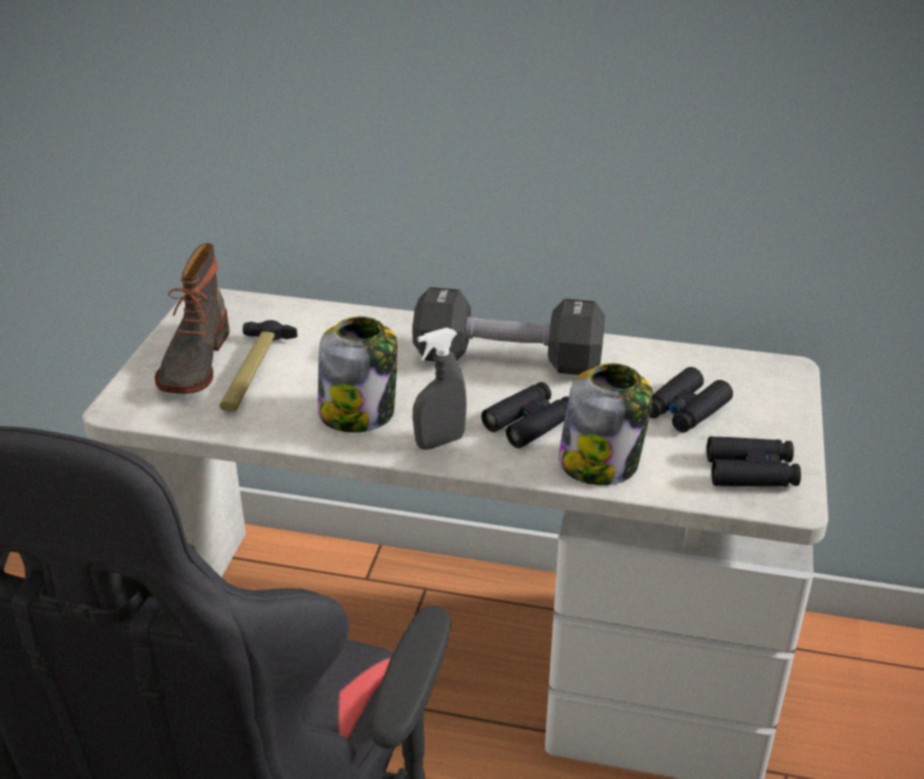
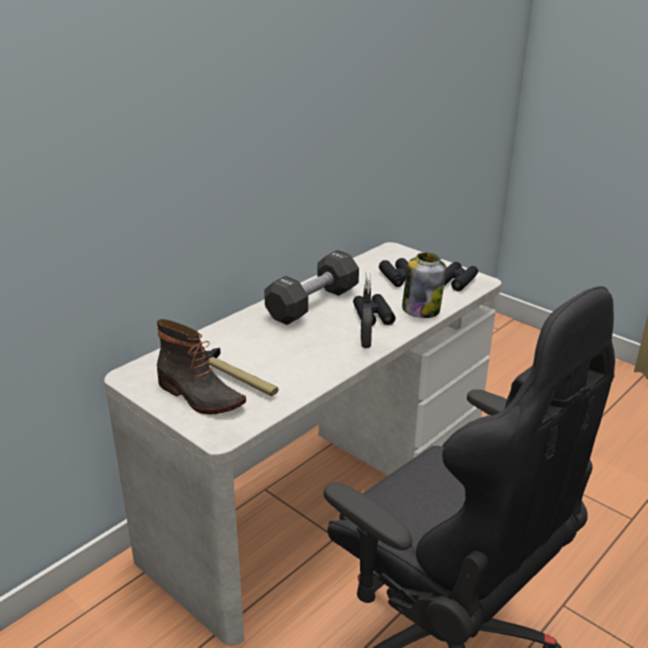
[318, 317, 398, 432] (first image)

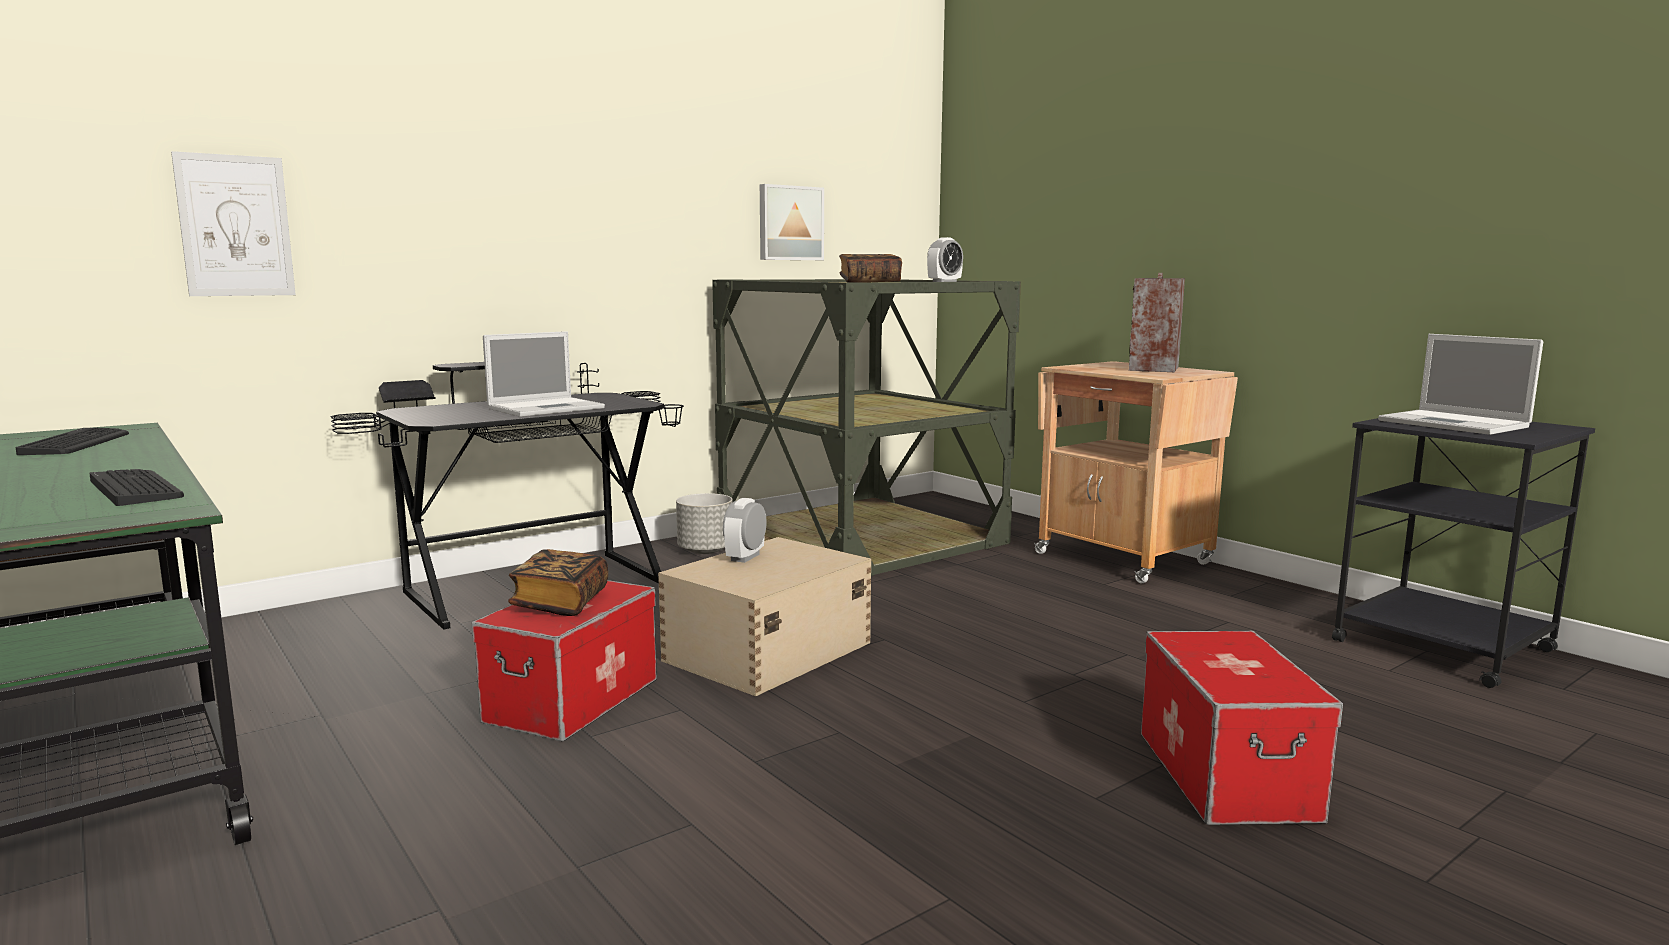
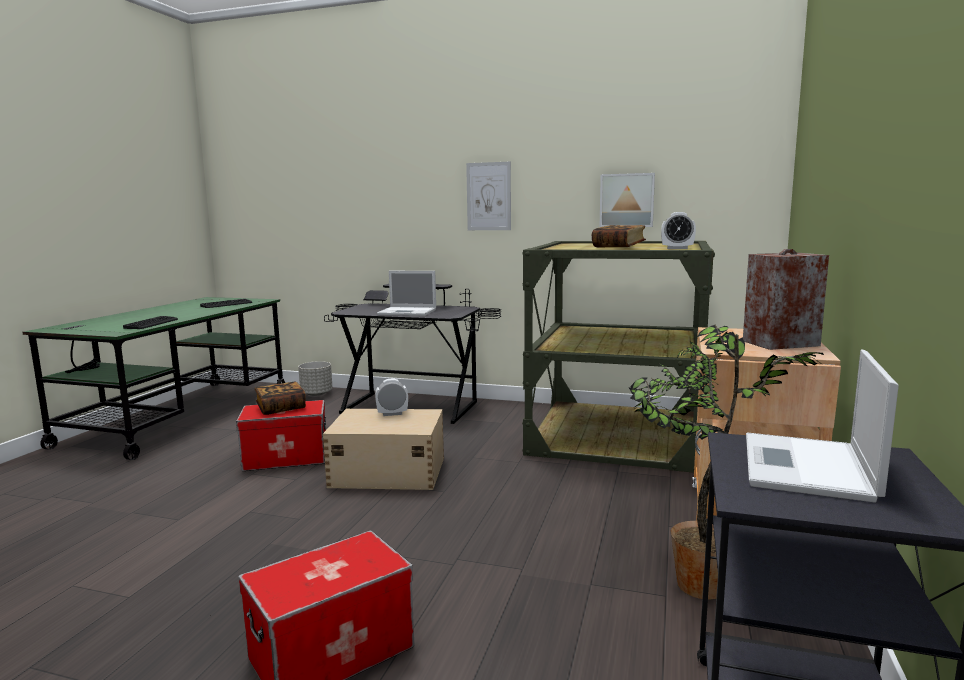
[466, 162, 511, 230]
[298, 361, 333, 396]
[628, 325, 824, 600]

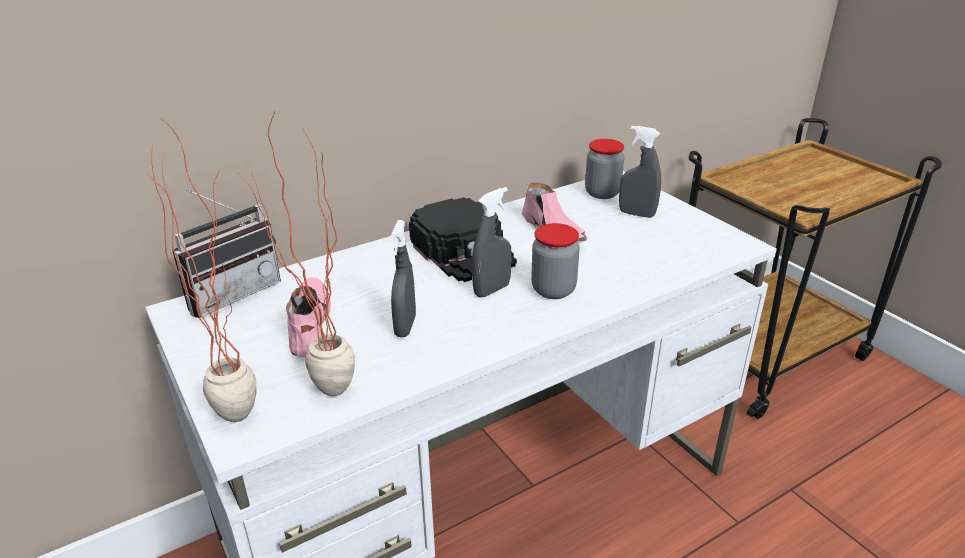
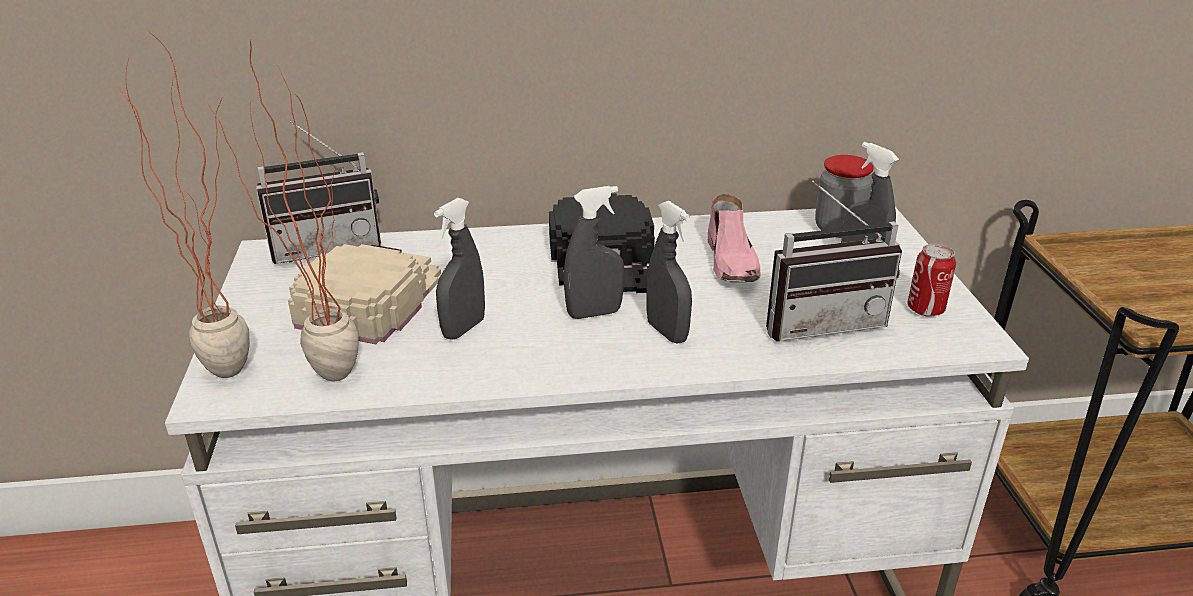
[647, 201, 692, 344]
[288, 244, 441, 344]
[766, 180, 902, 342]
[907, 244, 956, 317]

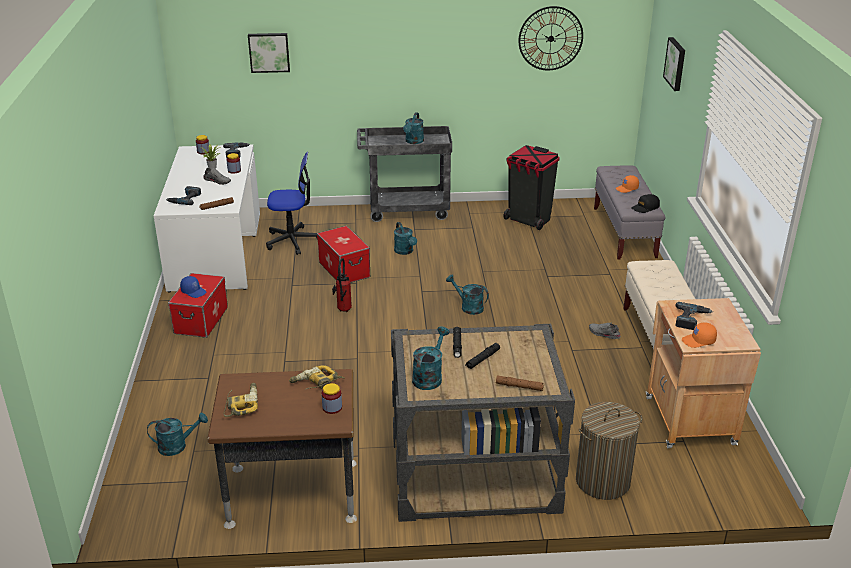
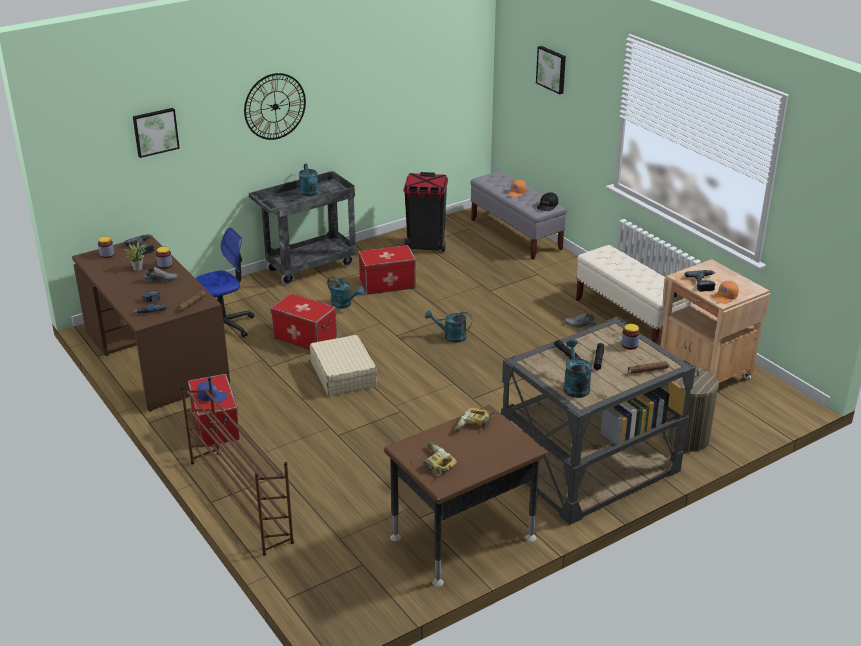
[244, 73, 306, 140]
[72, 236, 230, 412]
[310, 335, 377, 396]
[622, 324, 640, 350]
[147, 413, 208, 456] (first image)
[358, 245, 416, 295]
[181, 377, 294, 556]

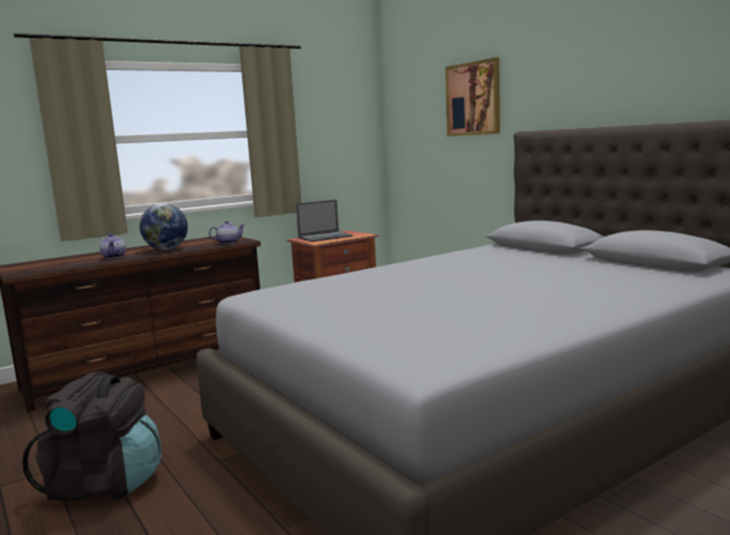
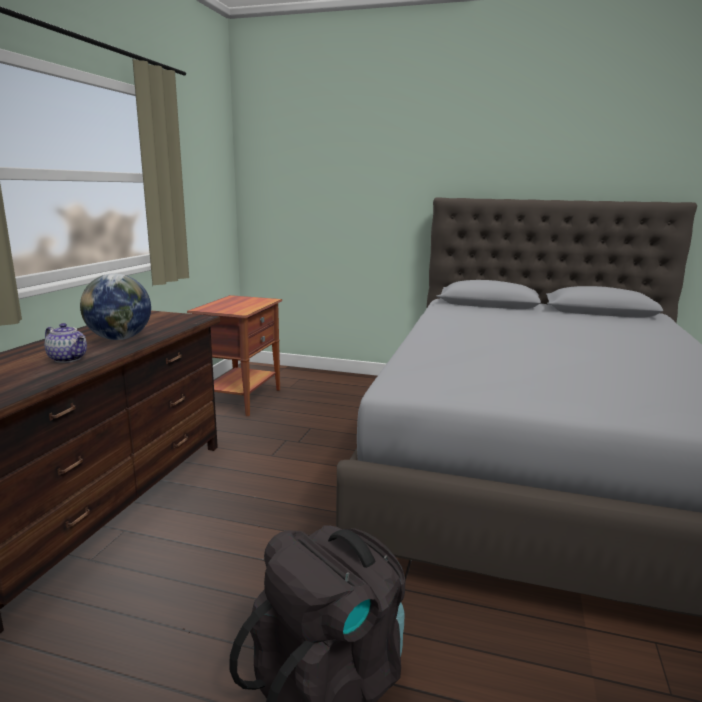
[445, 58, 500, 136] (first image)
[296, 200, 353, 242] (first image)
[209, 221, 245, 244] (first image)

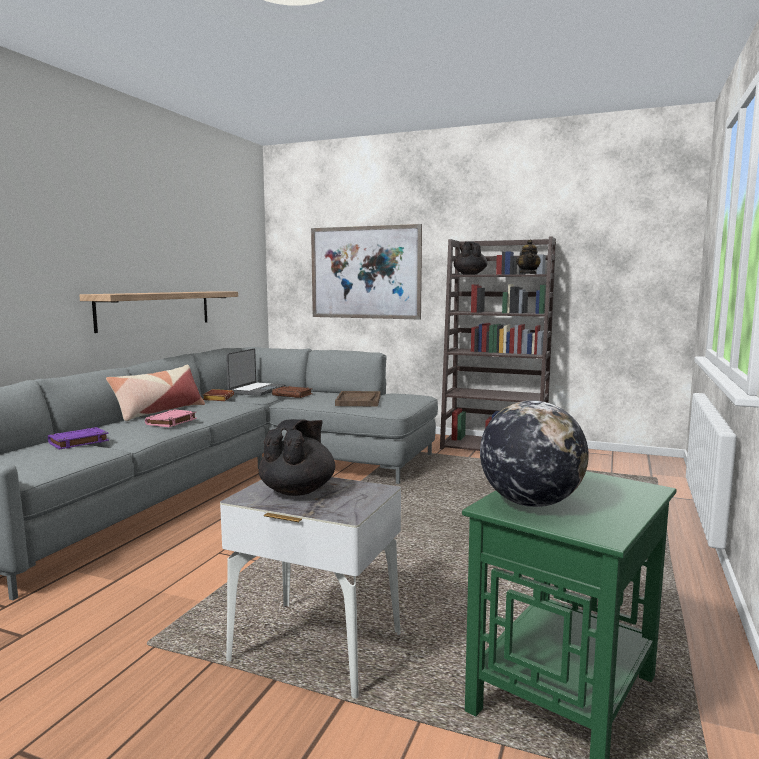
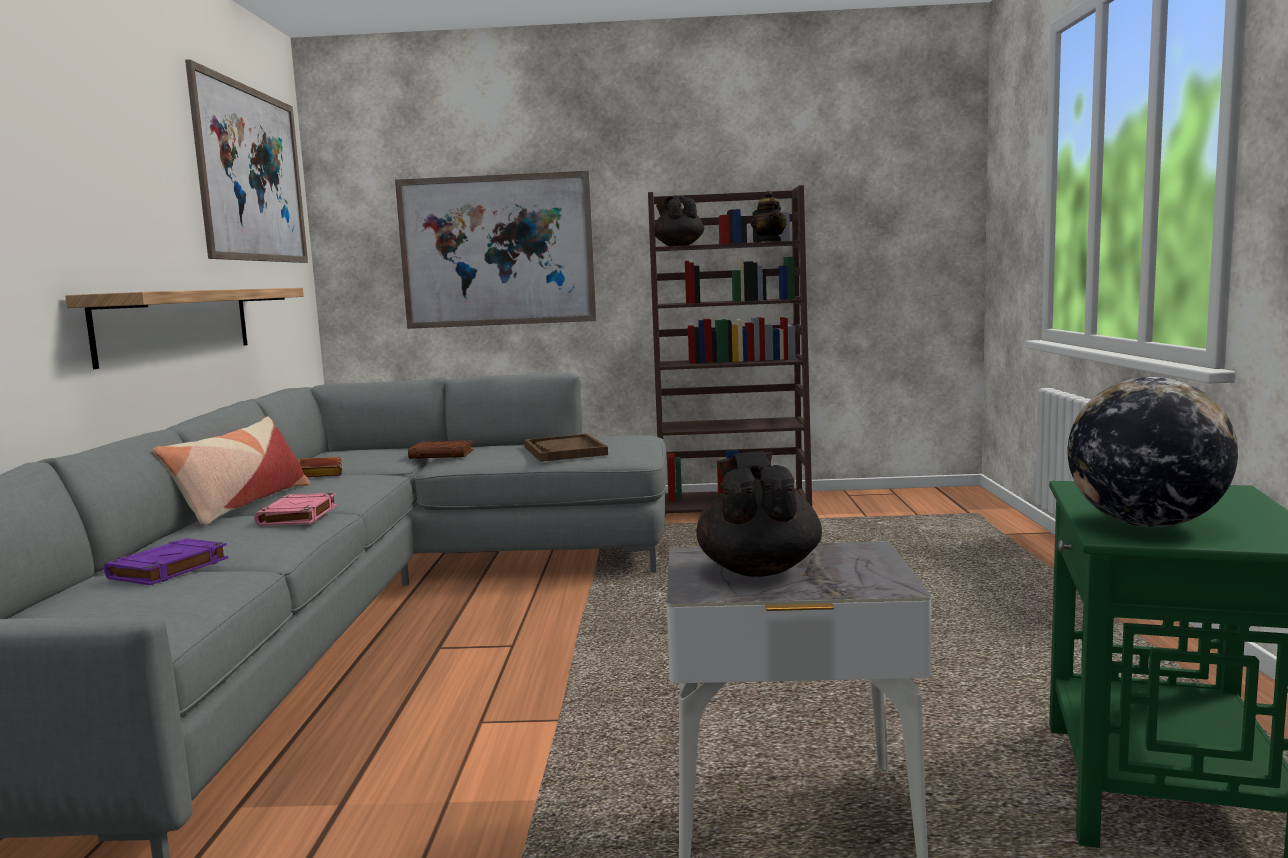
[226, 348, 286, 396] (first image)
[185, 59, 308, 263]

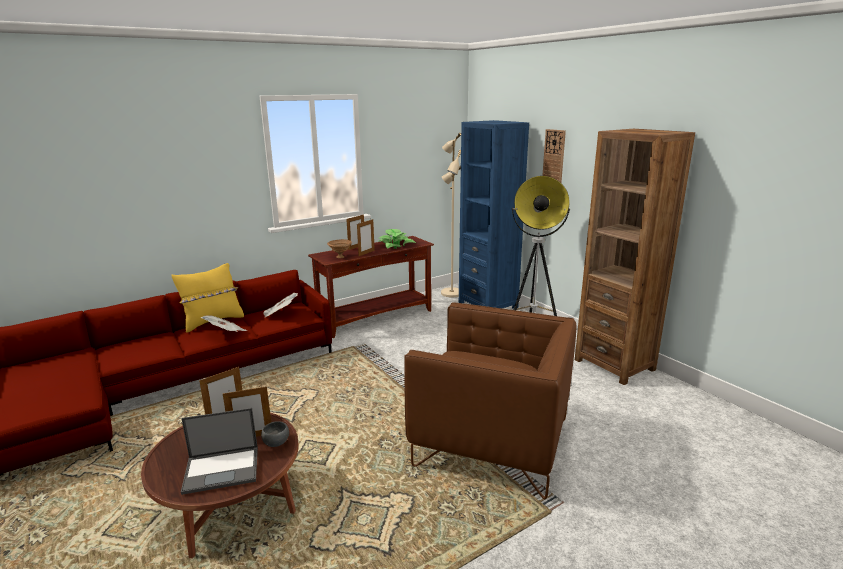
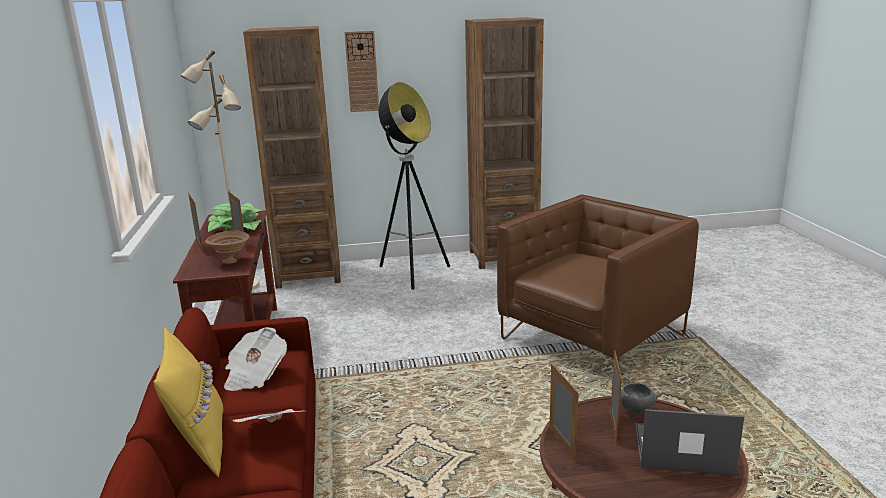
[243, 26, 341, 289]
[635, 409, 744, 475]

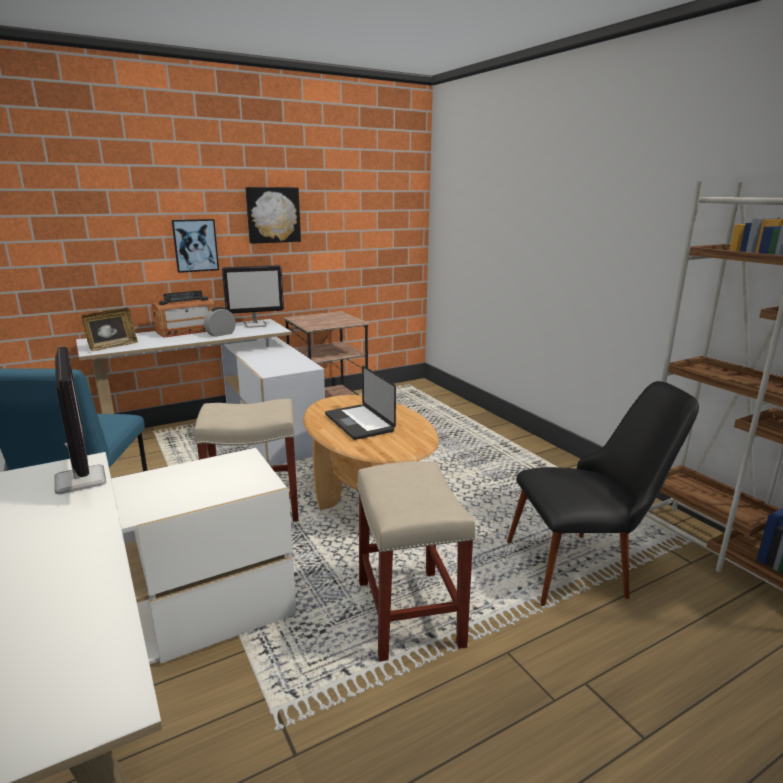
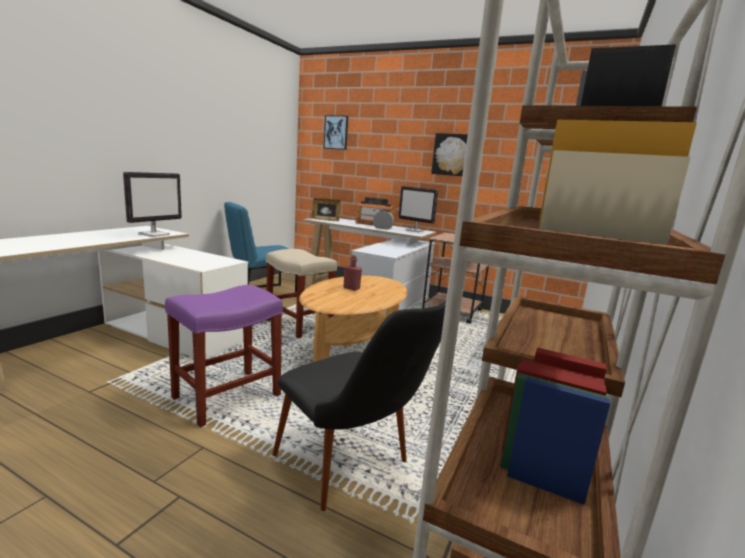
[324, 115, 348, 150]
[343, 255, 362, 291]
[165, 285, 283, 428]

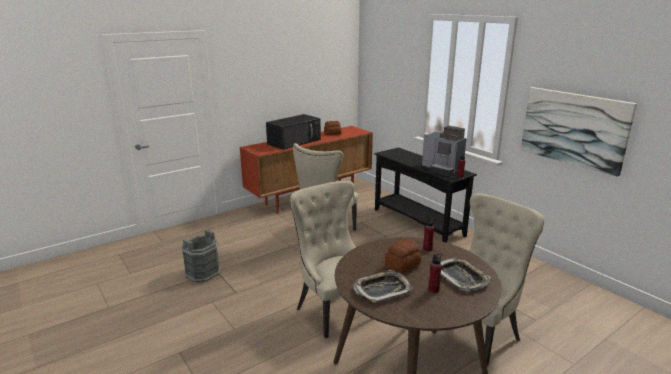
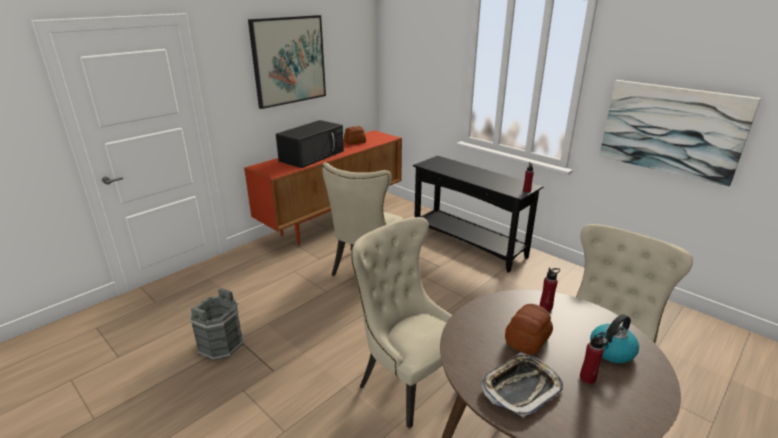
[422, 126, 467, 176] (first image)
[590, 314, 639, 363]
[248, 15, 326, 109]

